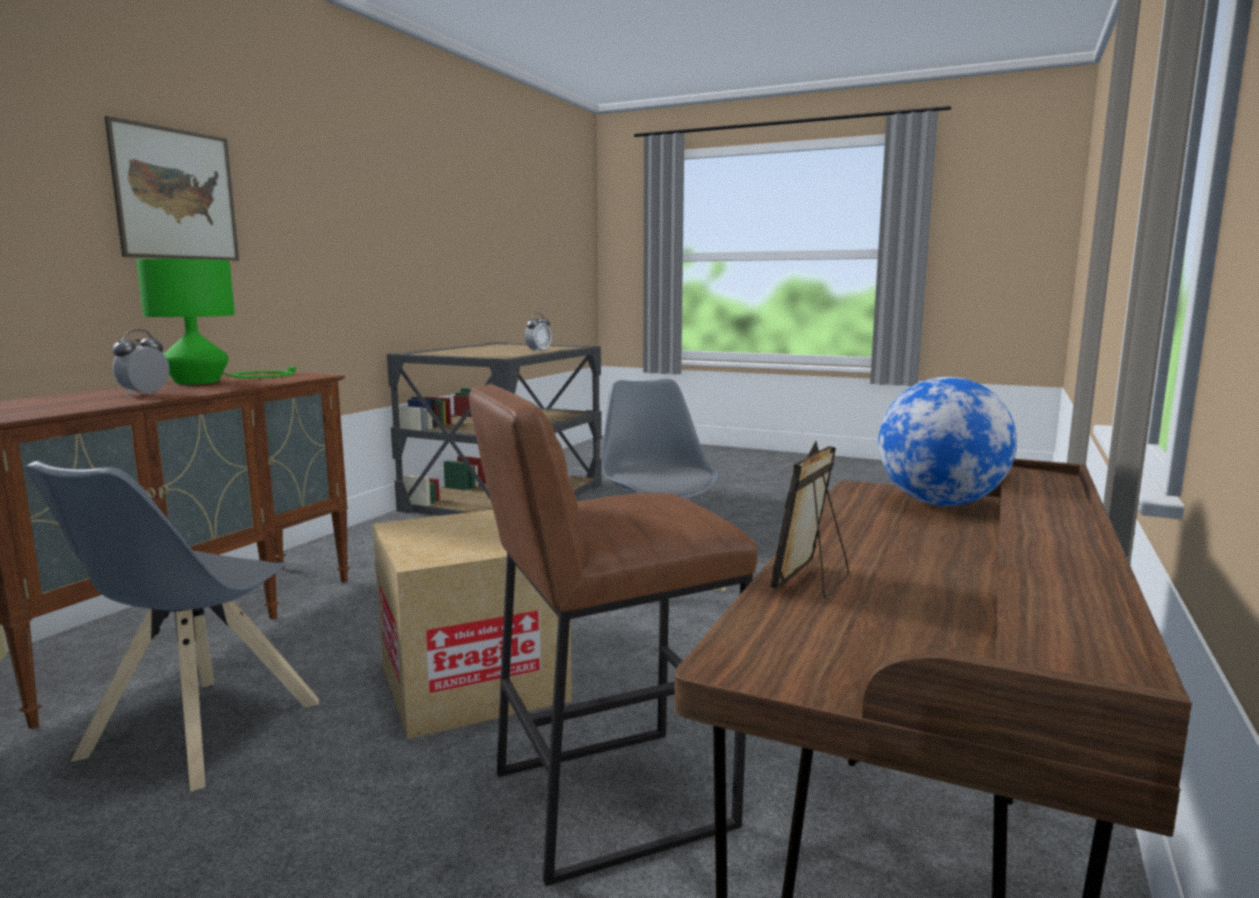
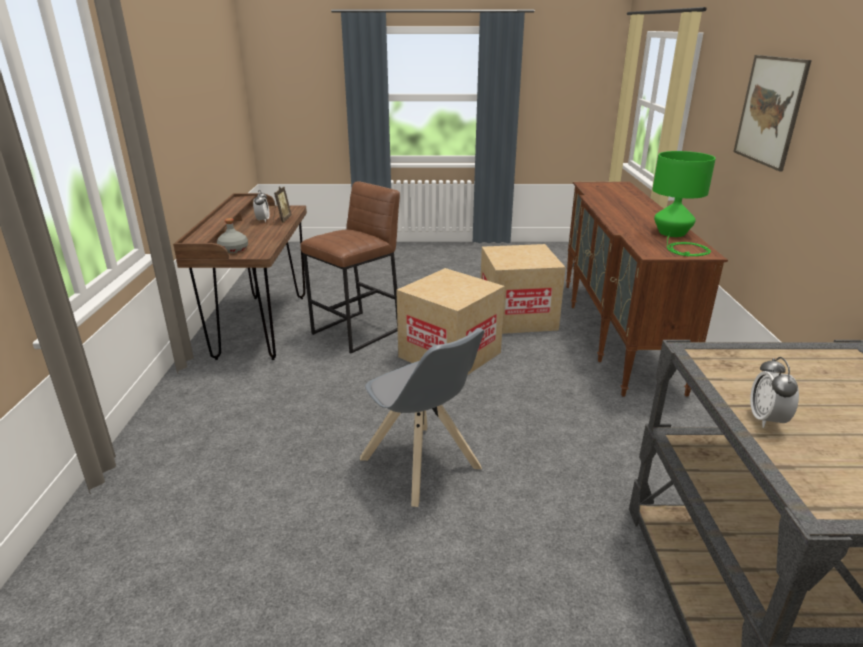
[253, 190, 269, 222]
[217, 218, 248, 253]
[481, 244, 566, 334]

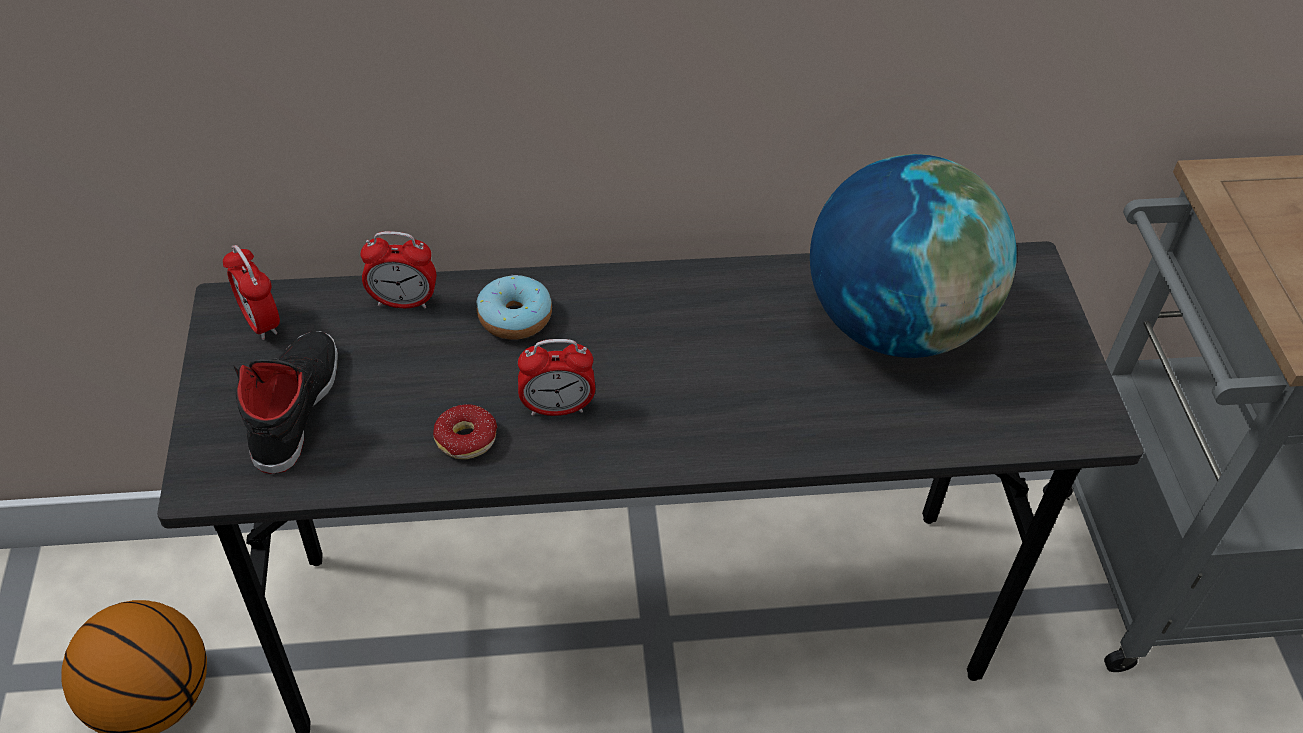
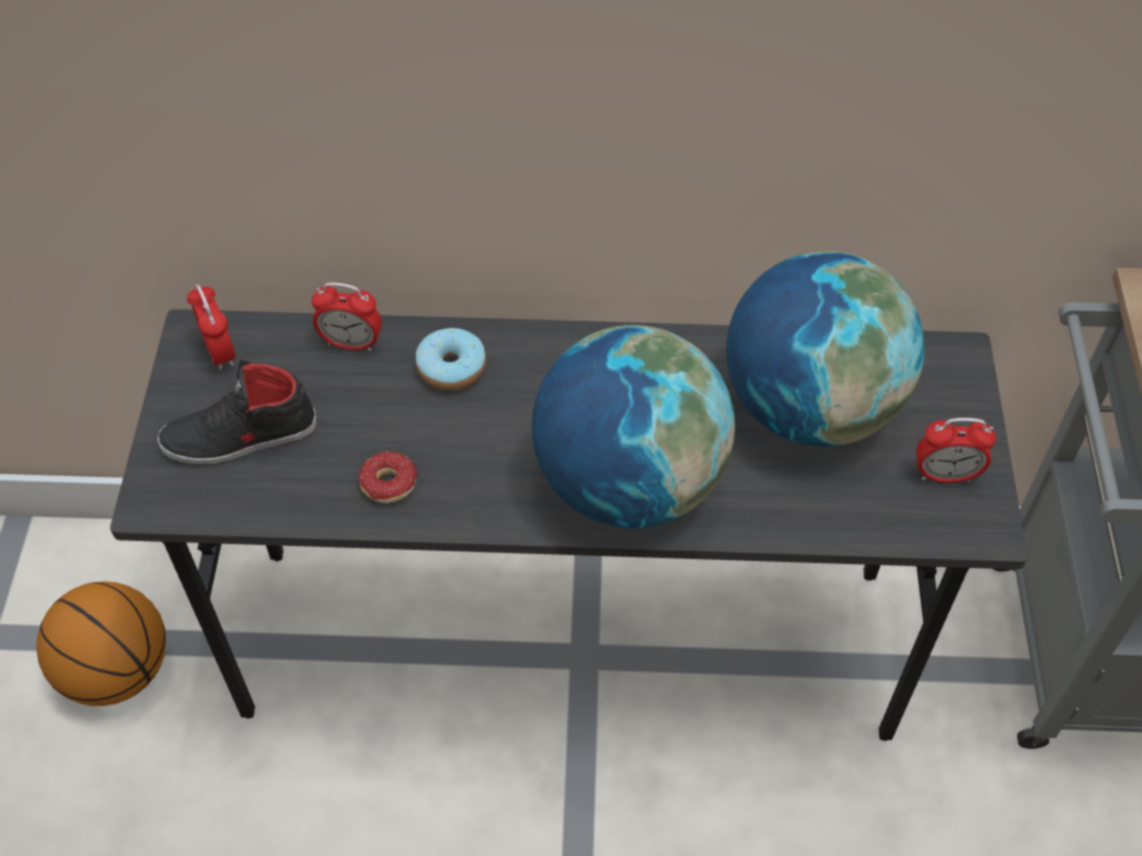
[158, 360, 317, 464]
[916, 418, 996, 483]
[532, 325, 735, 528]

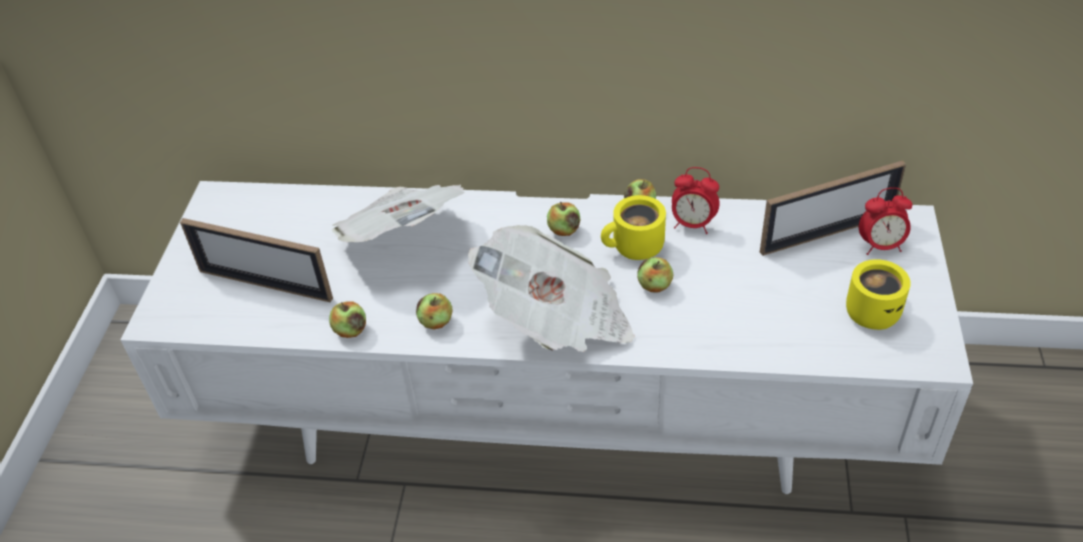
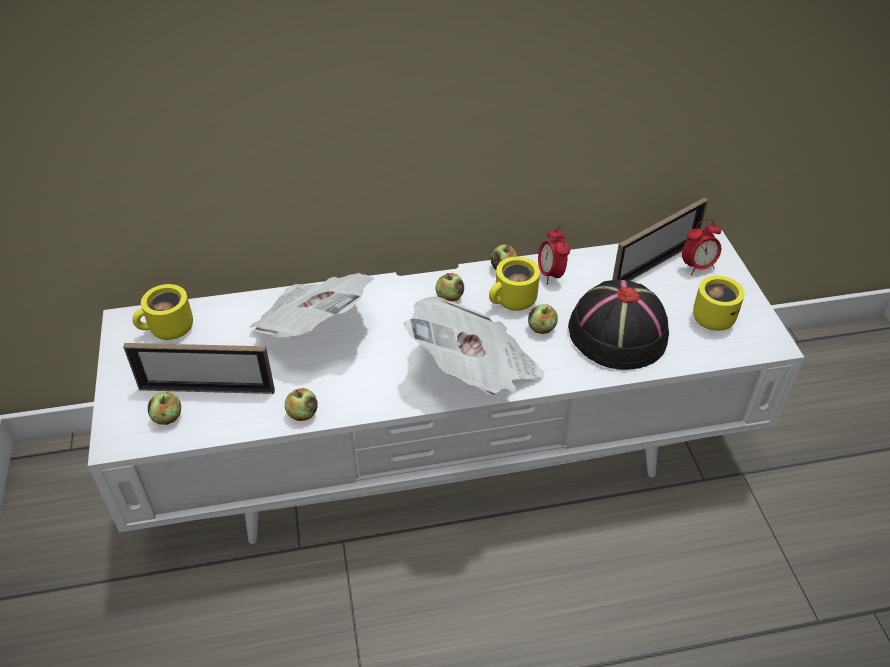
[538, 227, 570, 285]
[148, 392, 181, 425]
[568, 280, 669, 370]
[132, 284, 193, 340]

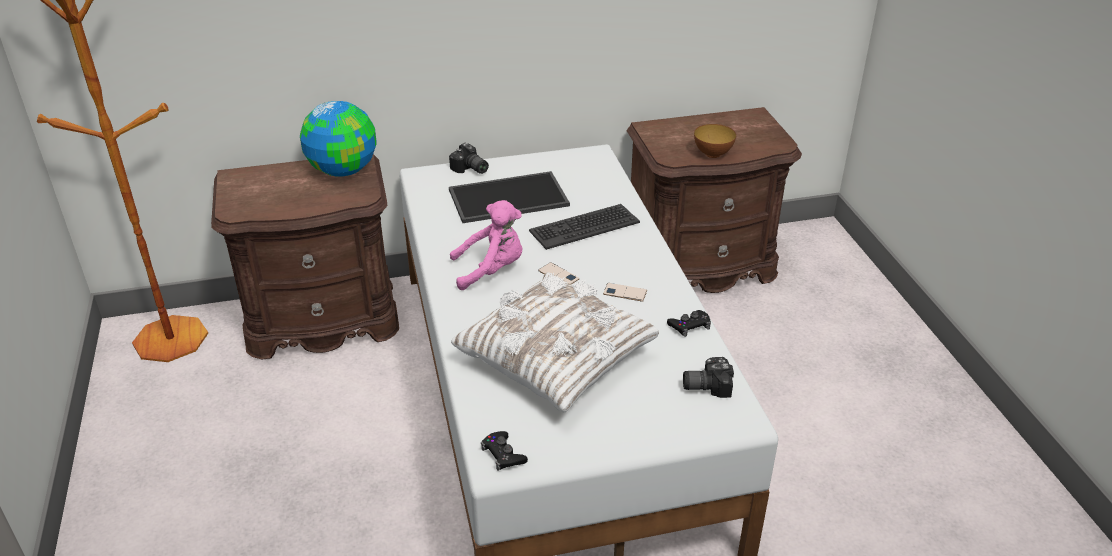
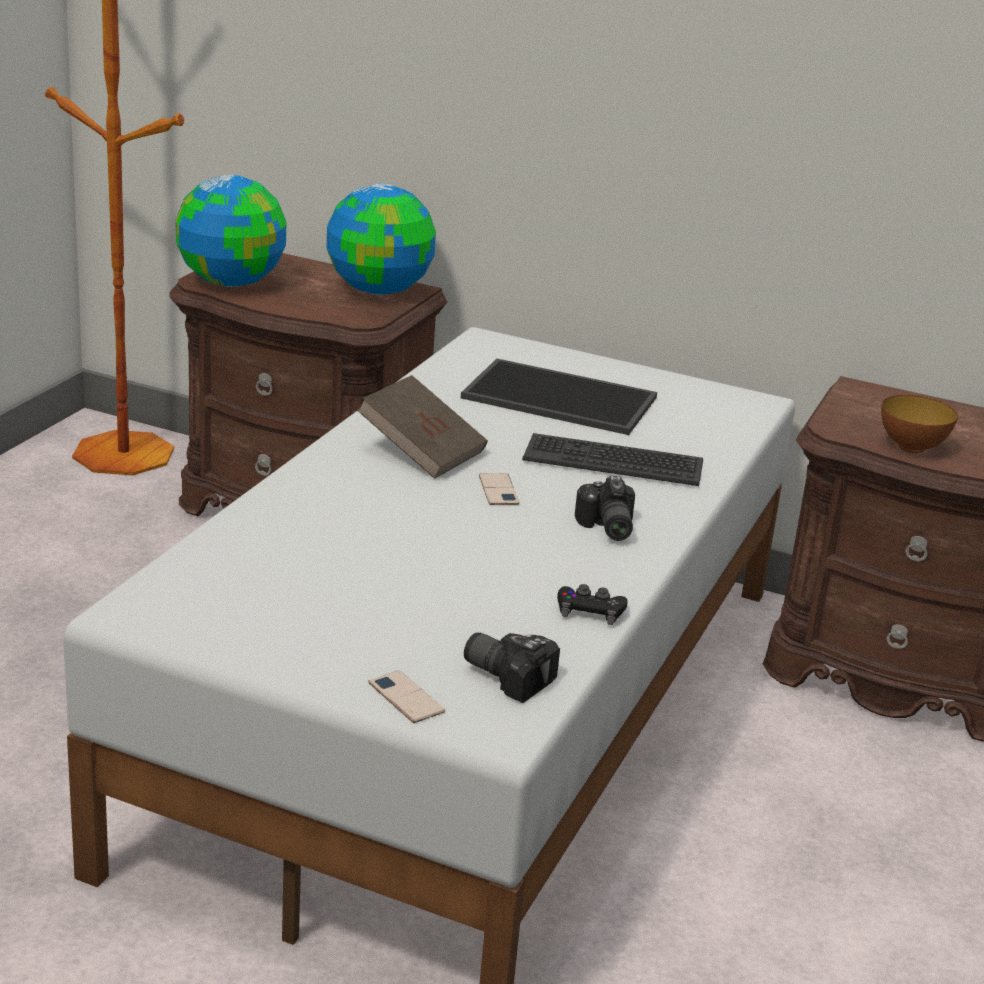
[575, 476, 635, 541]
[357, 375, 488, 479]
[451, 272, 659, 412] (first image)
[368, 670, 445, 723]
[481, 431, 528, 470] (first image)
[176, 175, 286, 287]

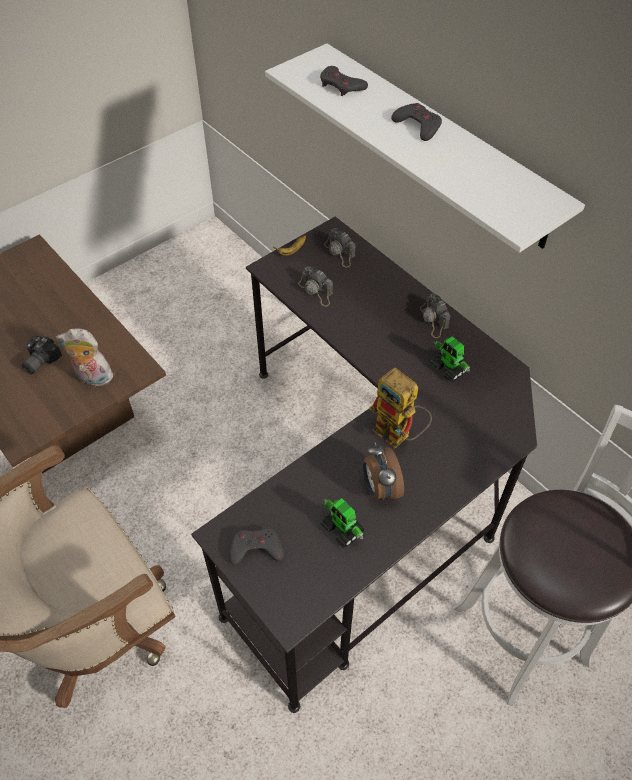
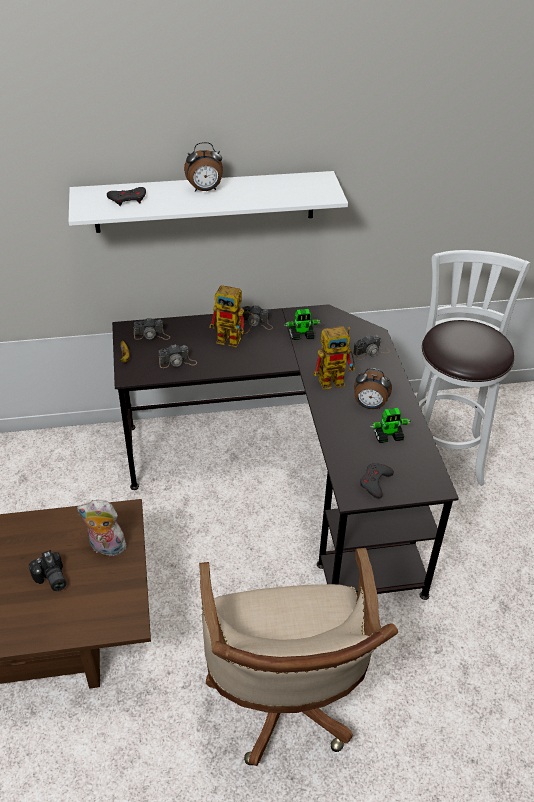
[184, 142, 223, 192]
[77, 500, 126, 556]
[209, 285, 254, 348]
[353, 335, 390, 360]

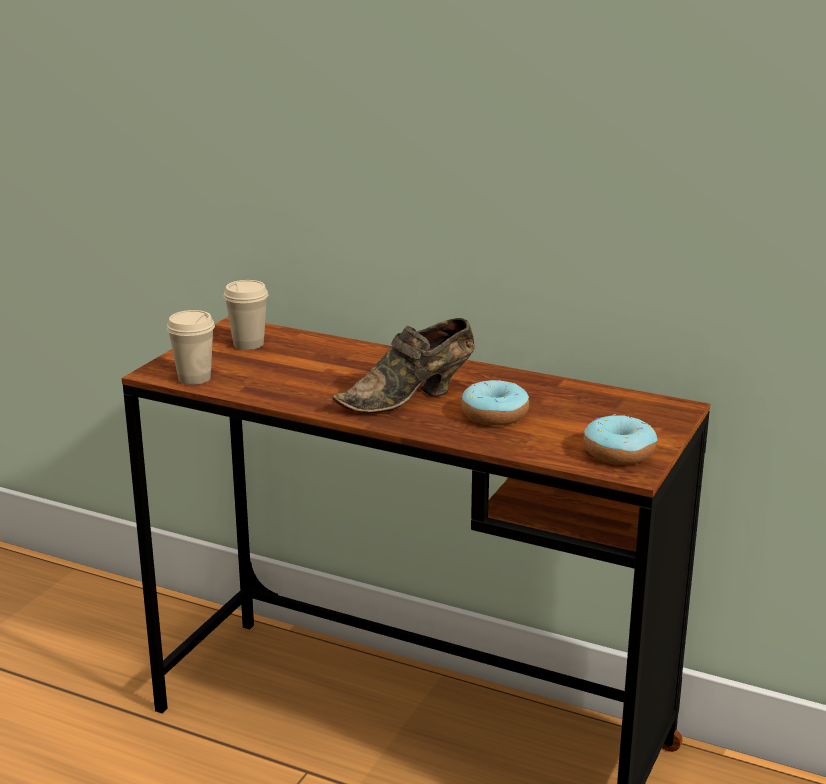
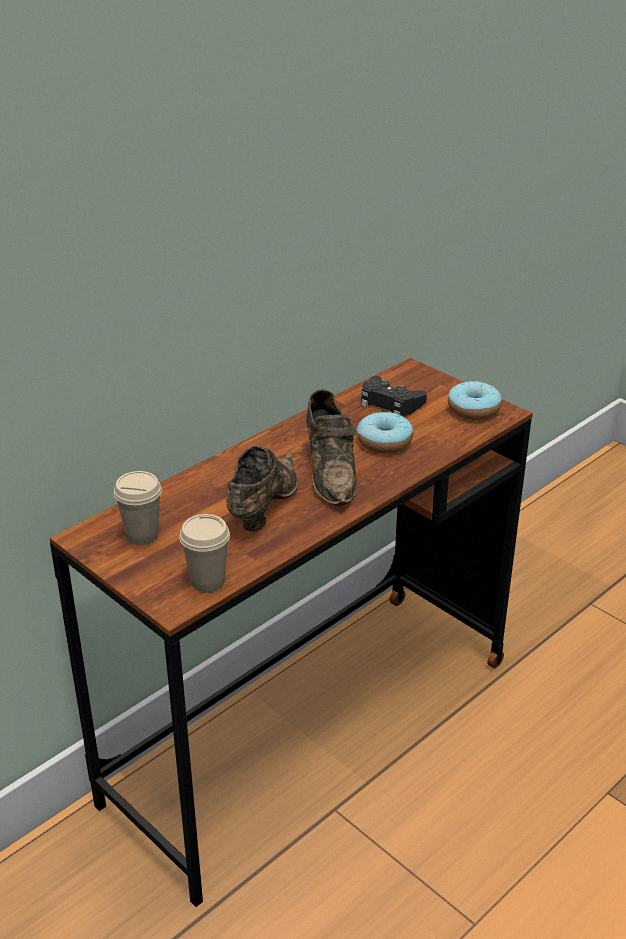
[361, 376, 427, 416]
[226, 446, 298, 531]

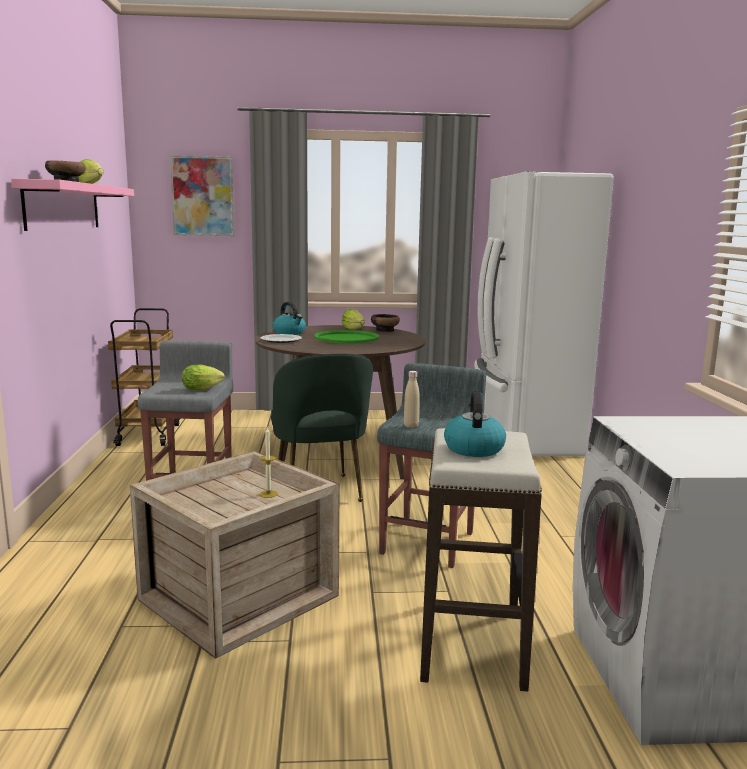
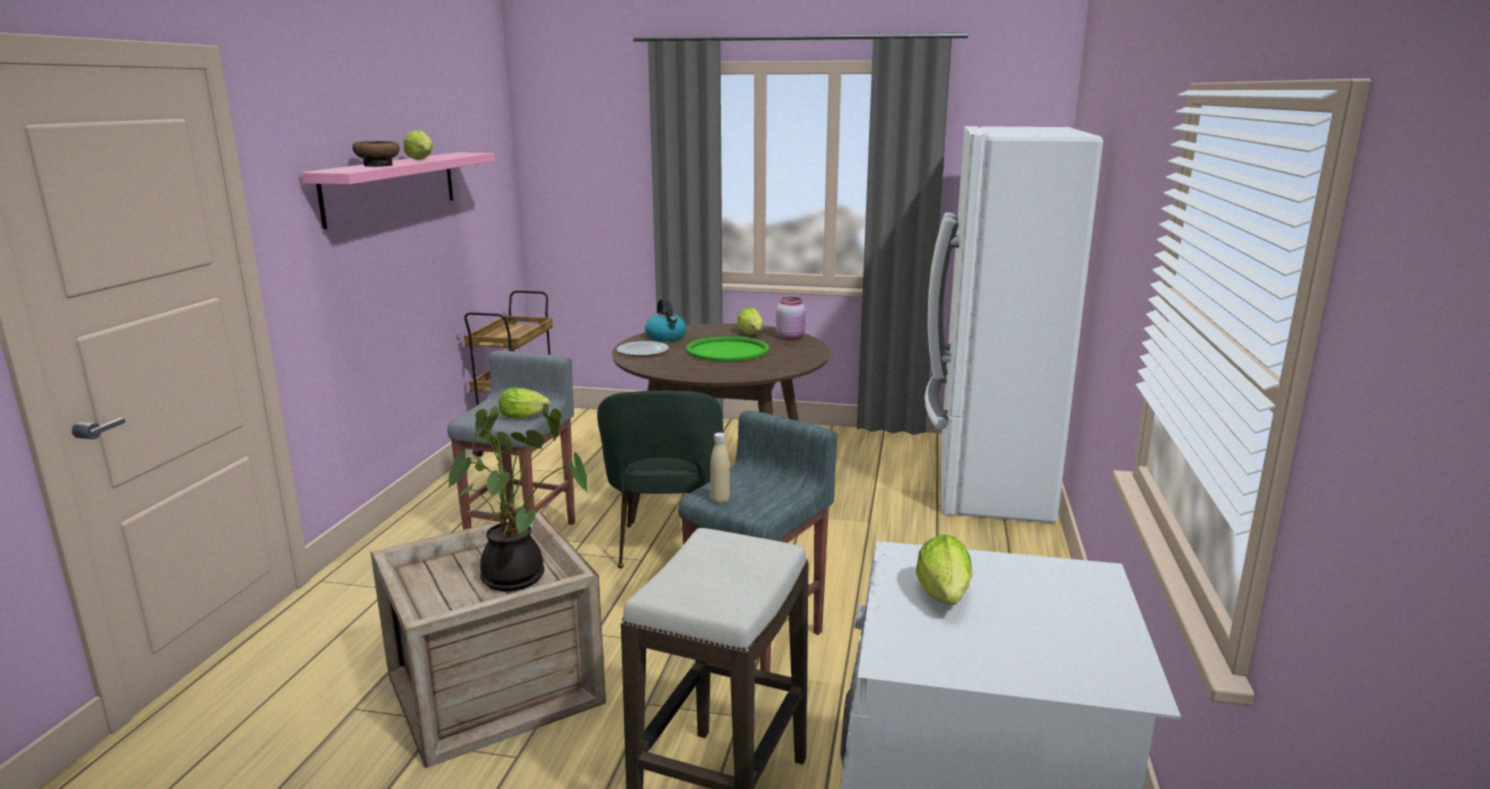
[170, 155, 234, 236] (first image)
[776, 297, 805, 340]
[444, 392, 506, 457] (first image)
[447, 403, 588, 592]
[916, 534, 972, 605]

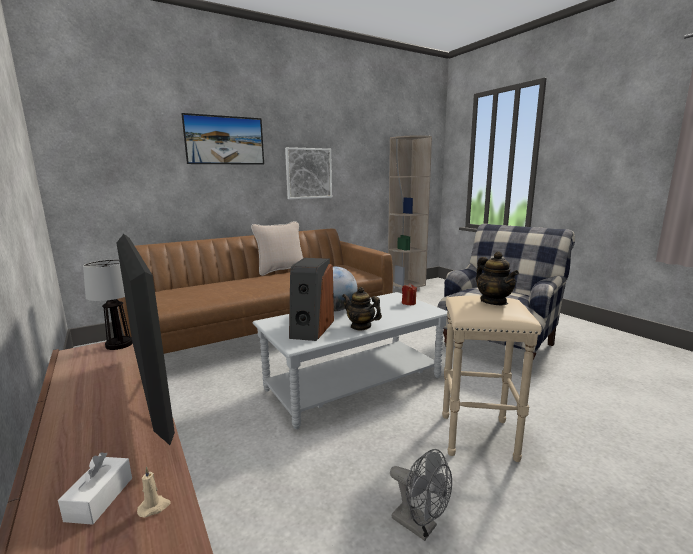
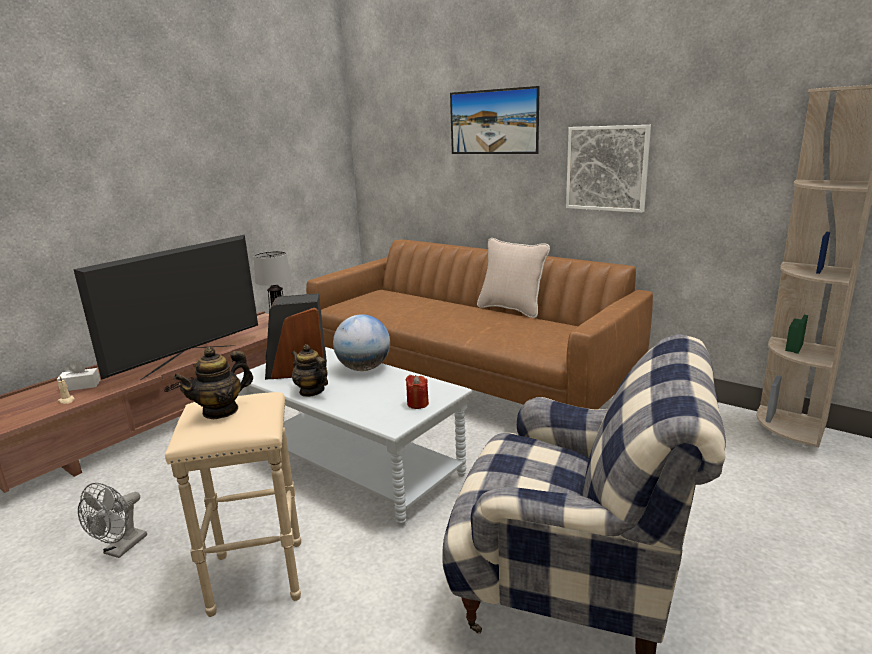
[292, 344, 328, 397]

